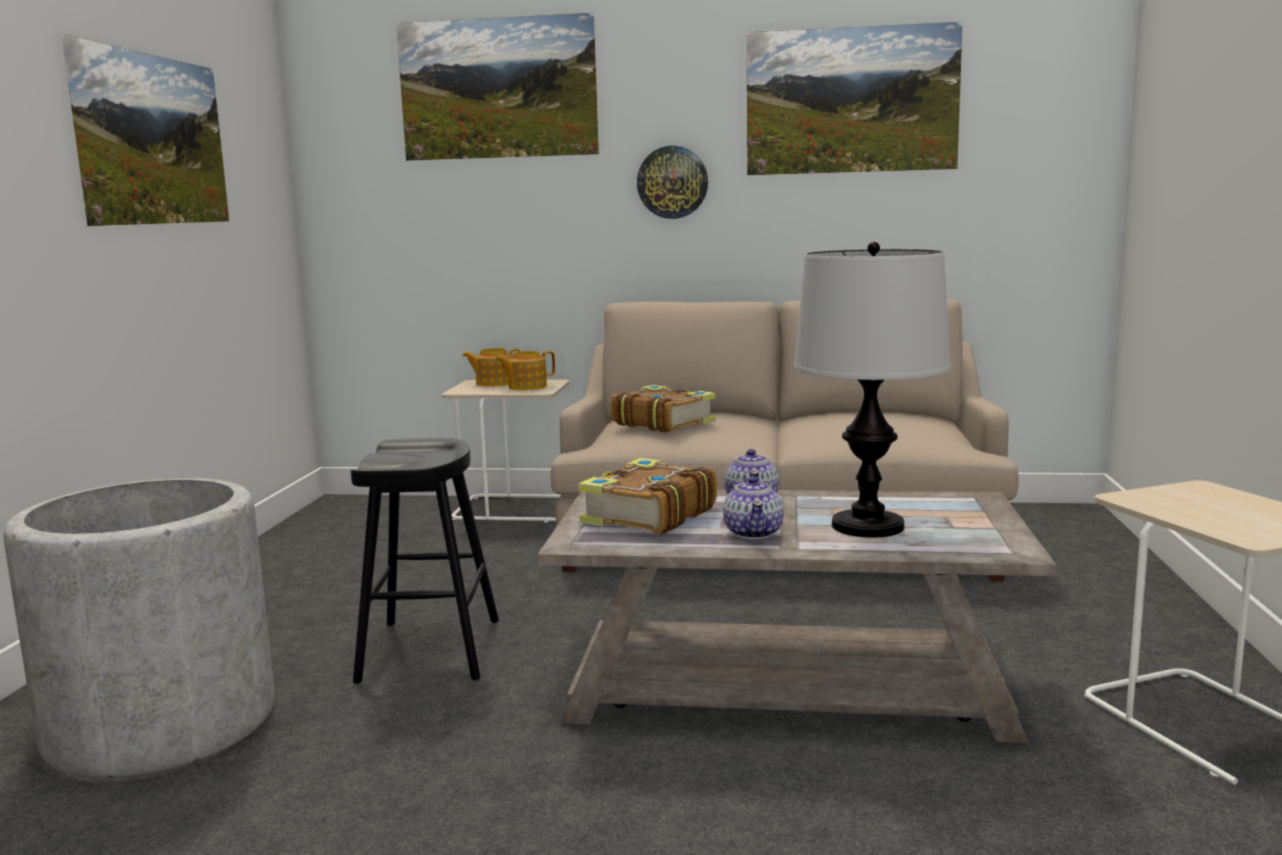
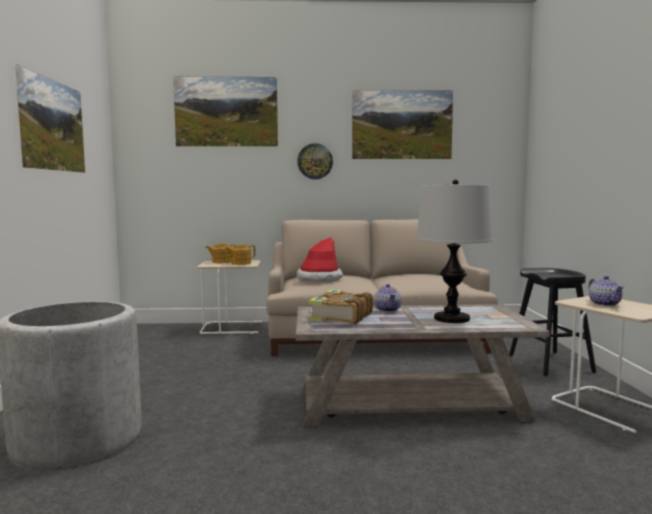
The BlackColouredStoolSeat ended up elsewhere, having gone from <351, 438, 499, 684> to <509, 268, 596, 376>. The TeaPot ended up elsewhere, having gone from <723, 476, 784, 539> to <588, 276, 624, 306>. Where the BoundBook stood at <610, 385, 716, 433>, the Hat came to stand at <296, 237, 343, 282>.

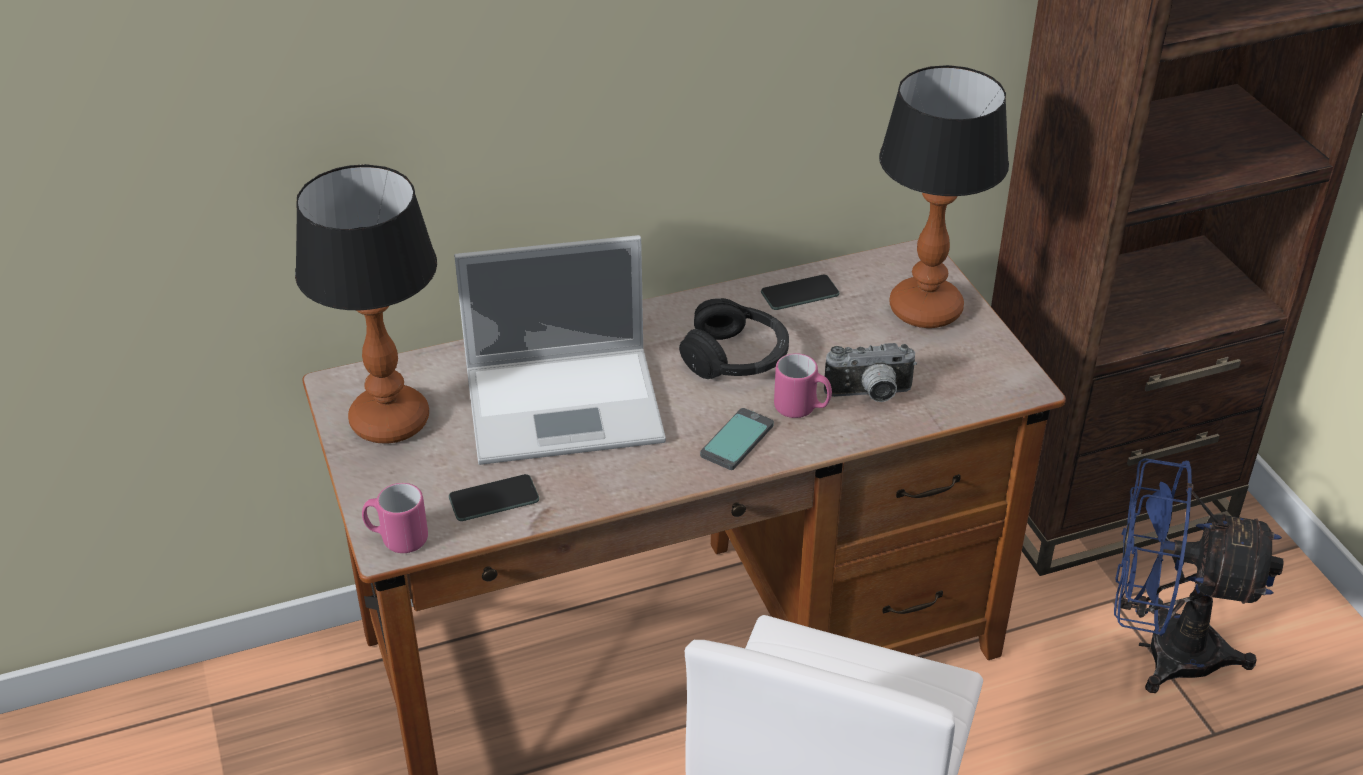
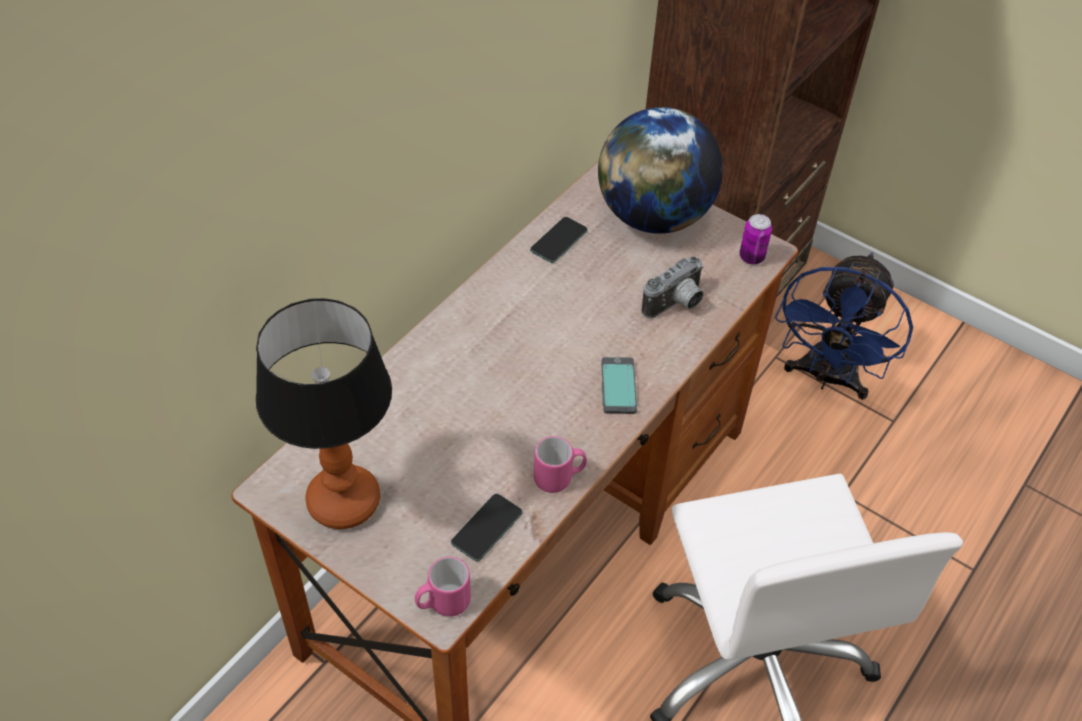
The second view lost the PortableComputer at <454, 235, 666, 465>. The second view lost the BlackColouredHeadphones at <679, 298, 789, 379>. The second view gained the Can at <739, 214, 772, 264>. The PinkTeaMug ended up elsewhere, having gone from <774, 353, 832, 418> to <534, 436, 587, 493>. Where the TableLamp stood at <879, 65, 1009, 328>, the WorldGlobe came to stand at <598, 107, 723, 234>. The BluishFan at <1114, 458, 1283, 693> ended up facing another way, 45 degrees counterclockwise from before.

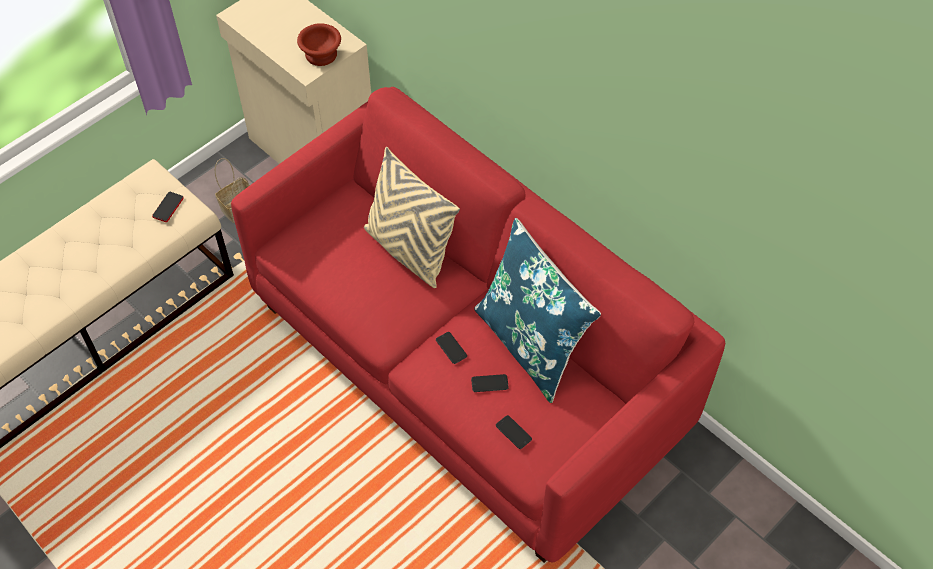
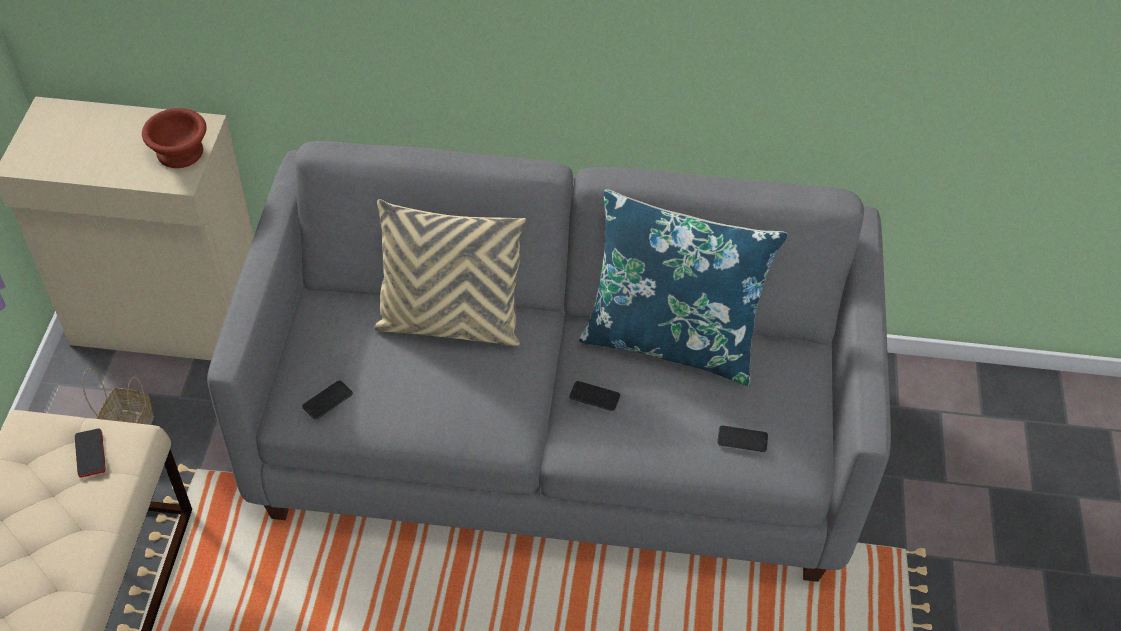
The Handset ended up elsewhere, having gone from <471, 374, 509, 392> to <302, 380, 353, 420>. What was the RedCouch at <231, 87, 725, 563> turned into the GreyCouch at <207, 141, 891, 582>.

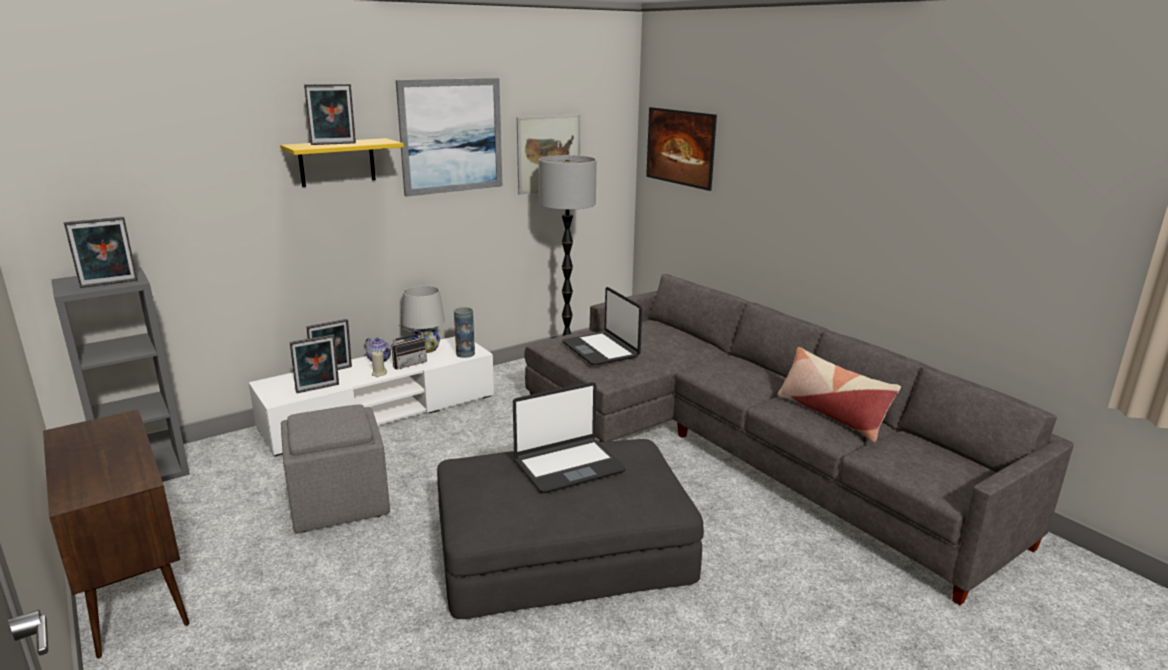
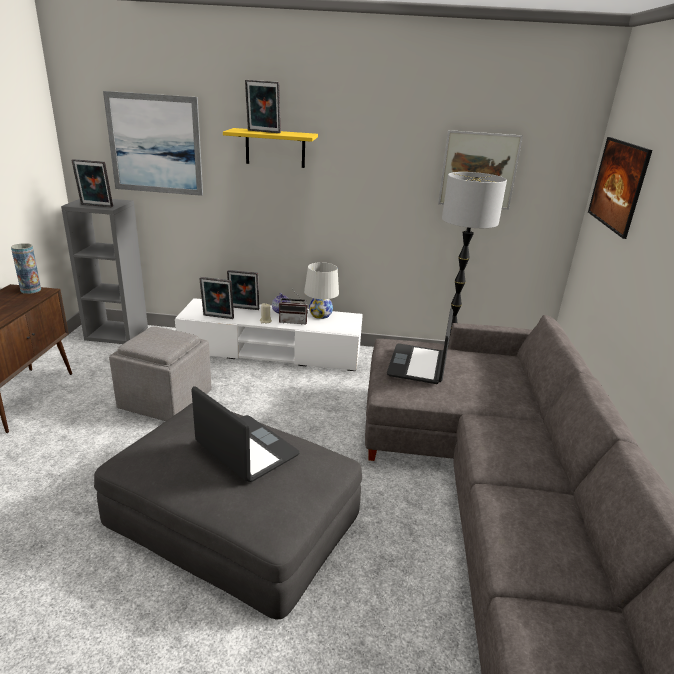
The second view lost the Cushion at <778, 347, 901, 443>. The WallPicture ended up elsewhere, having gone from <396, 78, 502, 197> to <103, 91, 203, 196>. The DecorativeVase ended up elsewhere, having gone from <454, 307, 475, 358> to <11, 243, 41, 294>. The PortableComputer at <513, 382, 625, 493> ended up facing another way, 150 degrees counterclockwise from before.

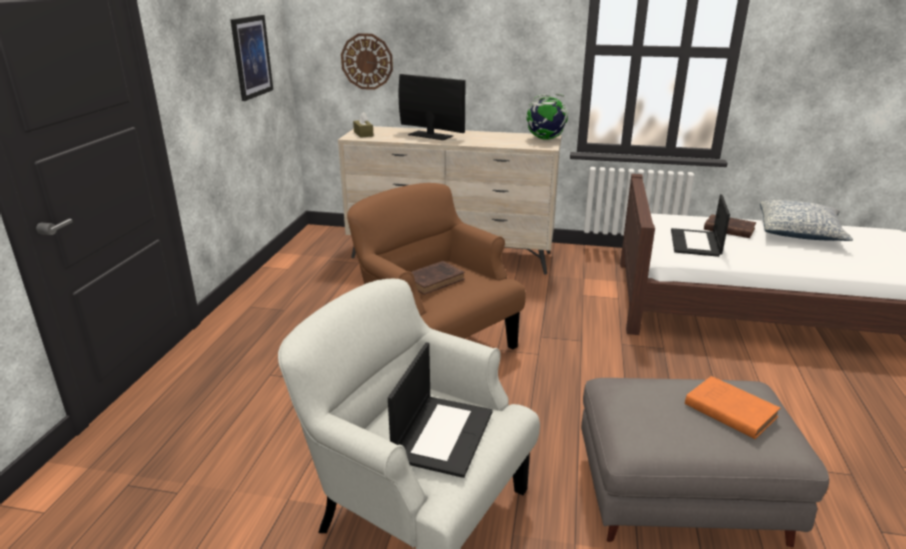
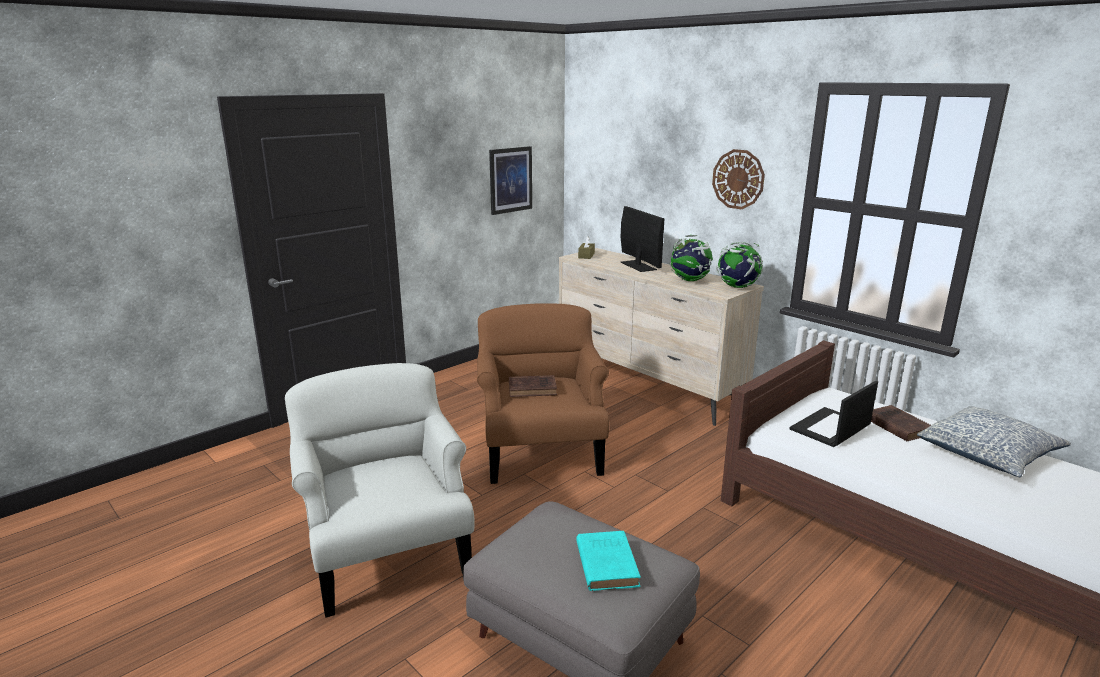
The second view lost the PortableComputer at <388, 342, 493, 478>. The second view gained the WorldGlobe at <670, 235, 713, 281>. The WallClock ended up elsewhere, having gone from <341, 33, 393, 90> to <712, 149, 765, 209>. What was the OrangeyBoundBook at <685, 376, 780, 439> turned into the TurquoiseColouredBoundBook at <576, 531, 641, 591>.

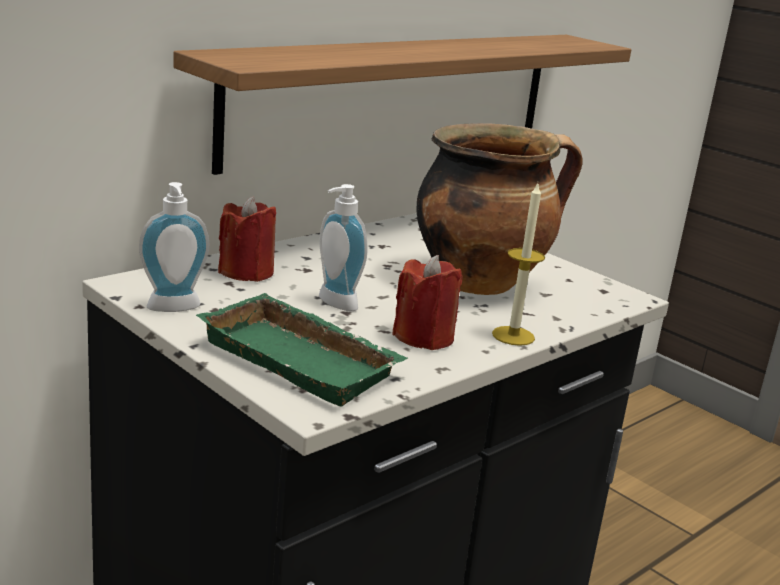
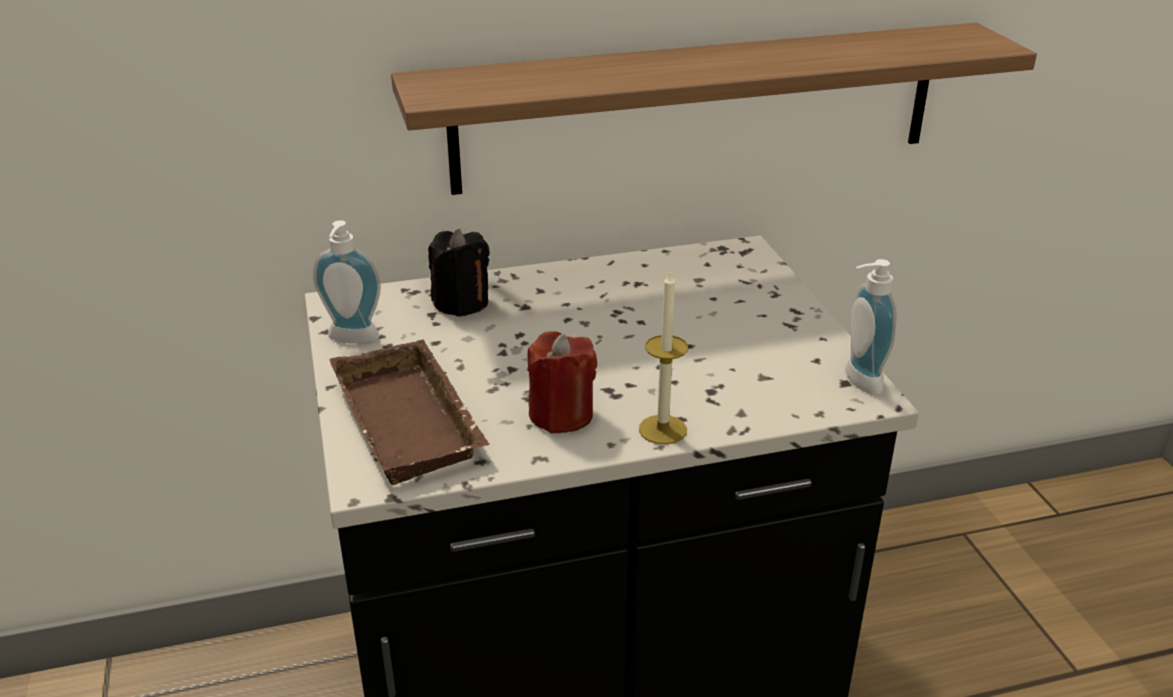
The second view lost the Stockpot at <417, 123, 583, 295>. The SoapBottle ended up elsewhere, having gone from <319, 184, 367, 311> to <845, 259, 897, 395>. What was the GreenishCarryingTray at <196, 293, 408, 407> turned into the BrownColouredCarryingTray at <329, 339, 490, 485>. What was the RedWaxLight at <218, 196, 276, 282> turned into the BlackColouredWaxLight at <428, 229, 490, 317>.

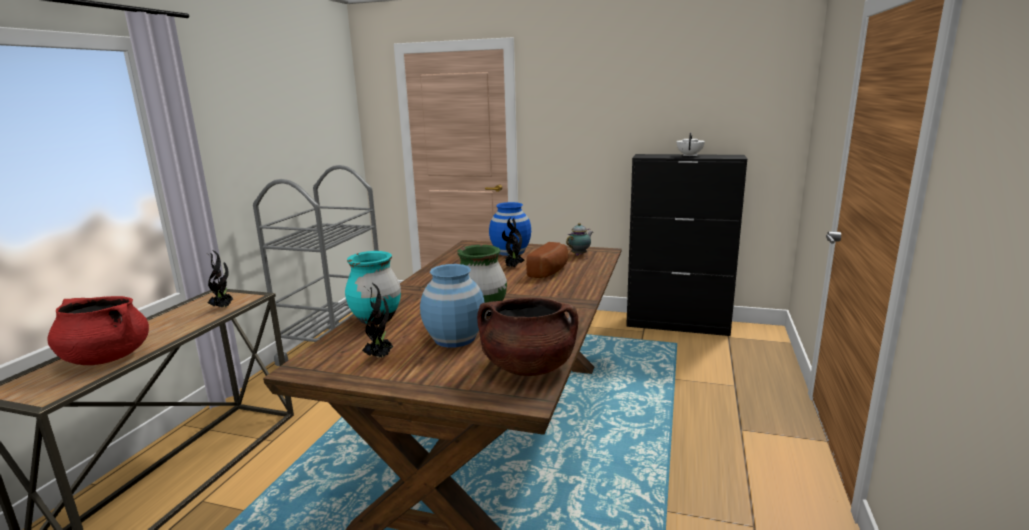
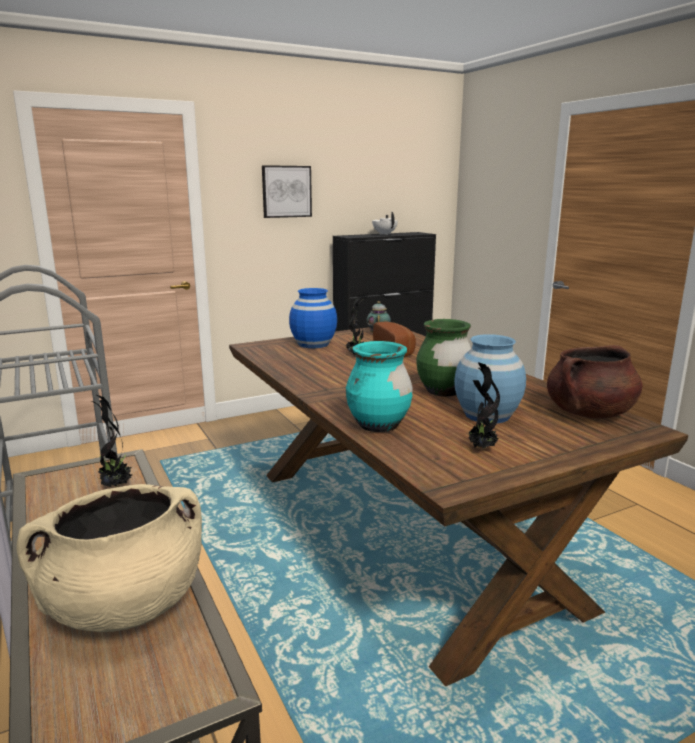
The second view gained the WallPicture at <262, 165, 312, 218>. What was the RedStockpot at <47, 296, 149, 365> turned into the BeigeColouredStockpot at <16, 484, 202, 632>.

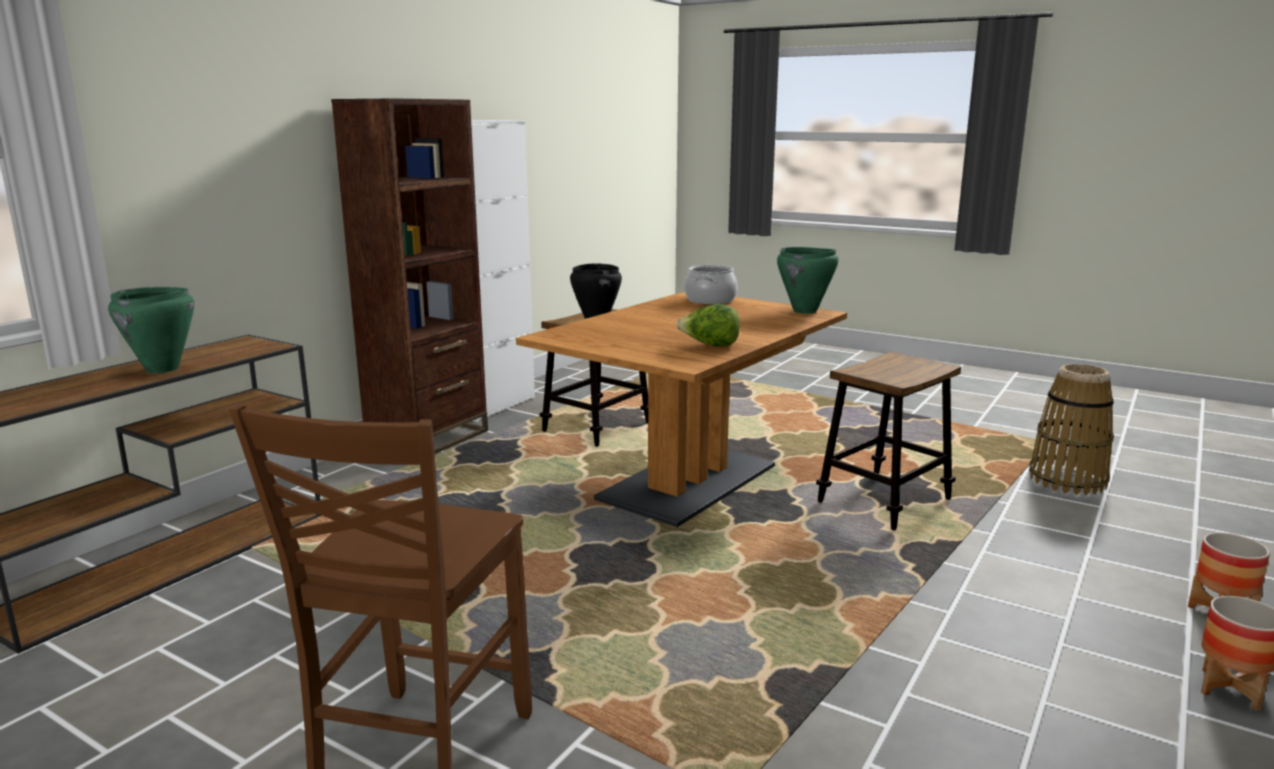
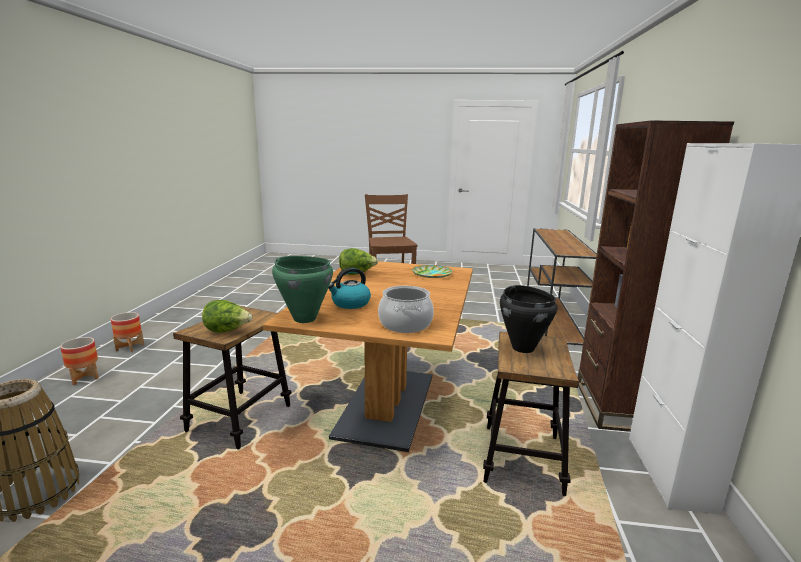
The second view lost the GreenishStockpot at <108, 287, 194, 373>. The second view gained the LettuceHead at <202, 300, 252, 333>. The second view gained the WaterKettle at <328, 267, 371, 309>. The second view gained the Plate at <412, 265, 453, 278>.

